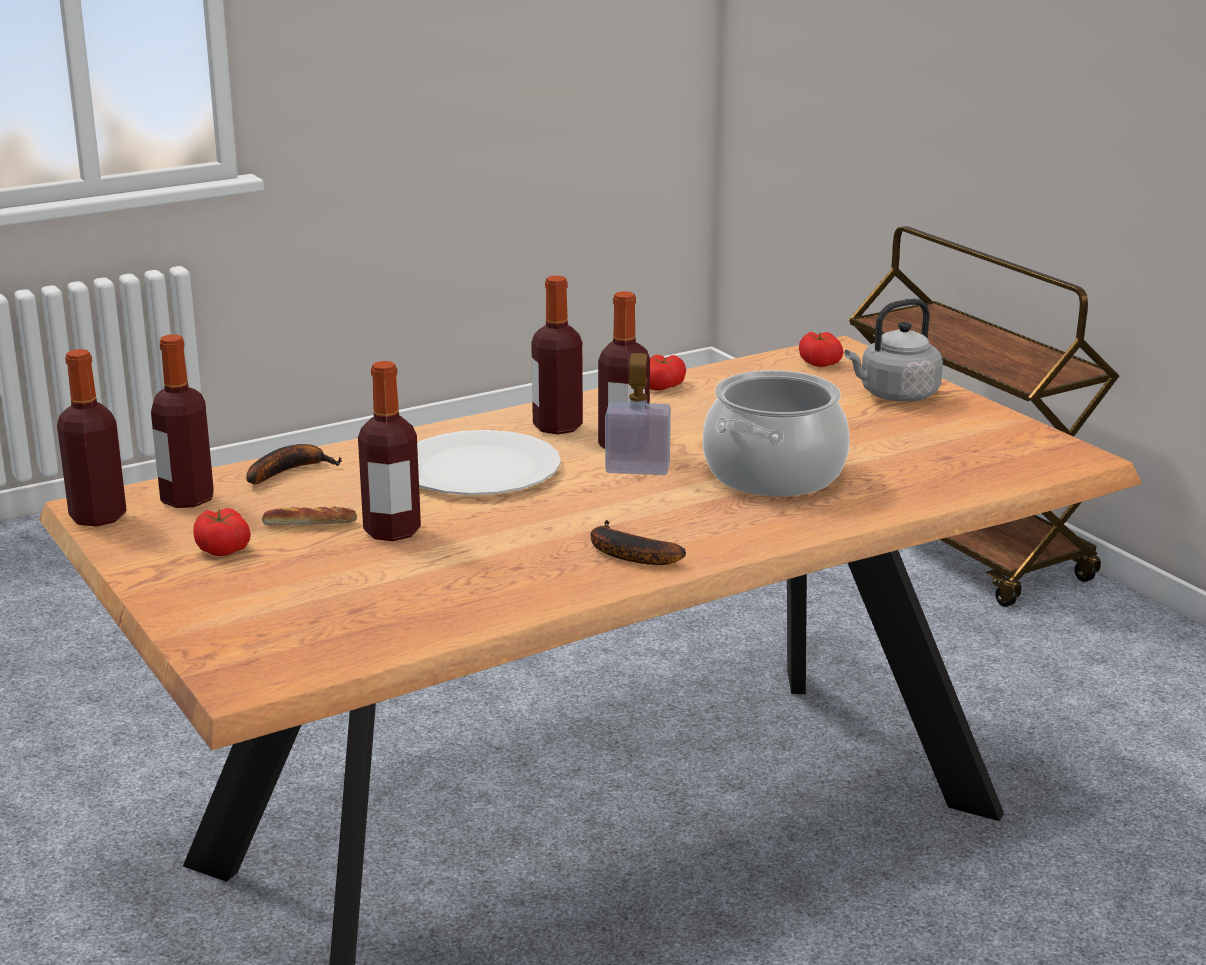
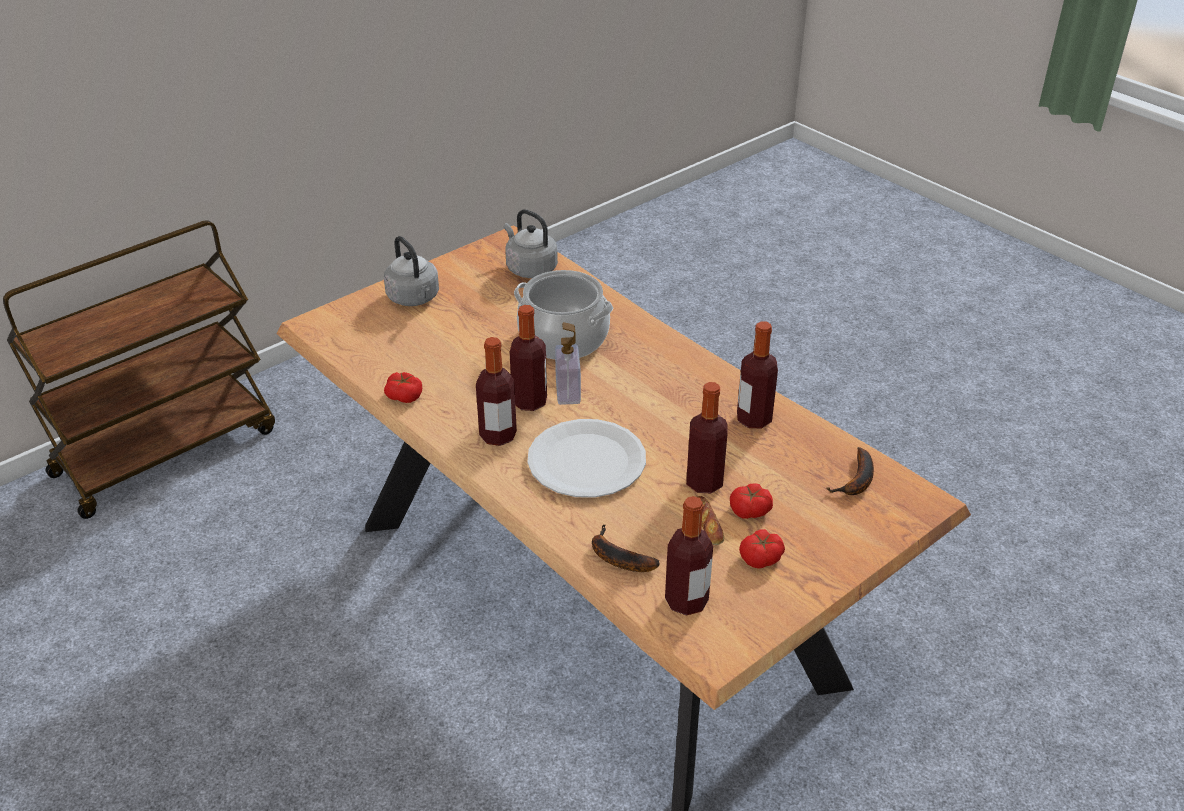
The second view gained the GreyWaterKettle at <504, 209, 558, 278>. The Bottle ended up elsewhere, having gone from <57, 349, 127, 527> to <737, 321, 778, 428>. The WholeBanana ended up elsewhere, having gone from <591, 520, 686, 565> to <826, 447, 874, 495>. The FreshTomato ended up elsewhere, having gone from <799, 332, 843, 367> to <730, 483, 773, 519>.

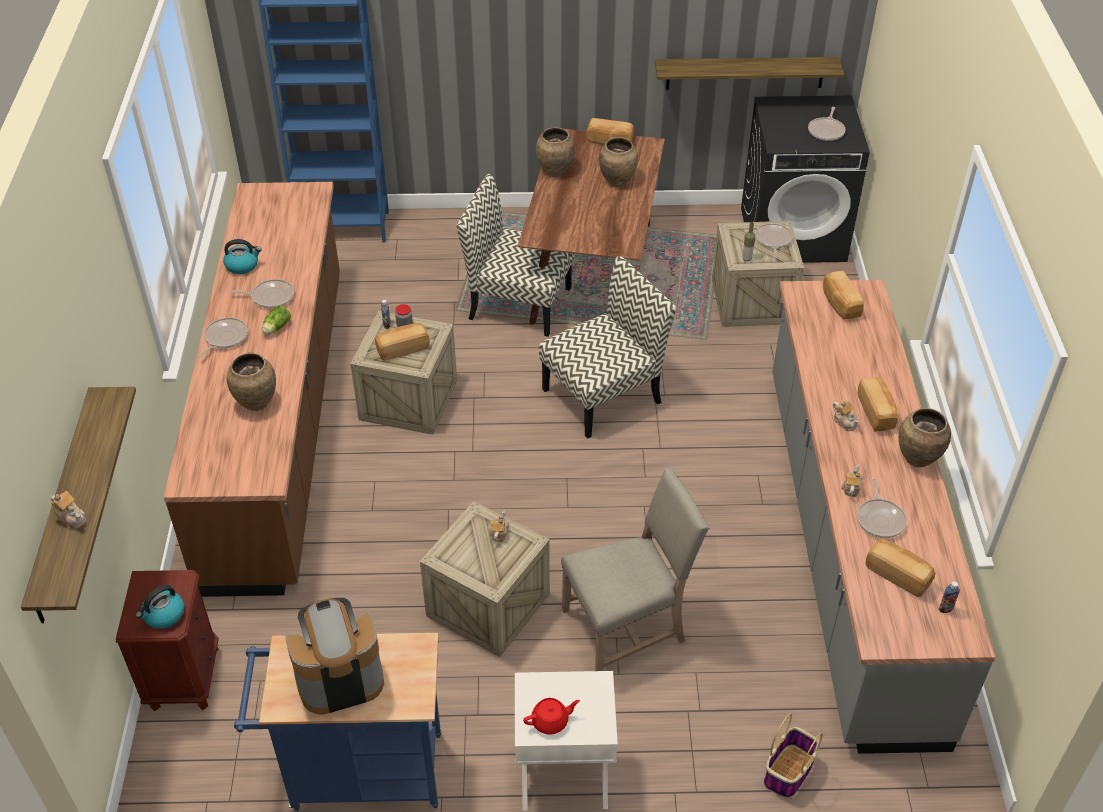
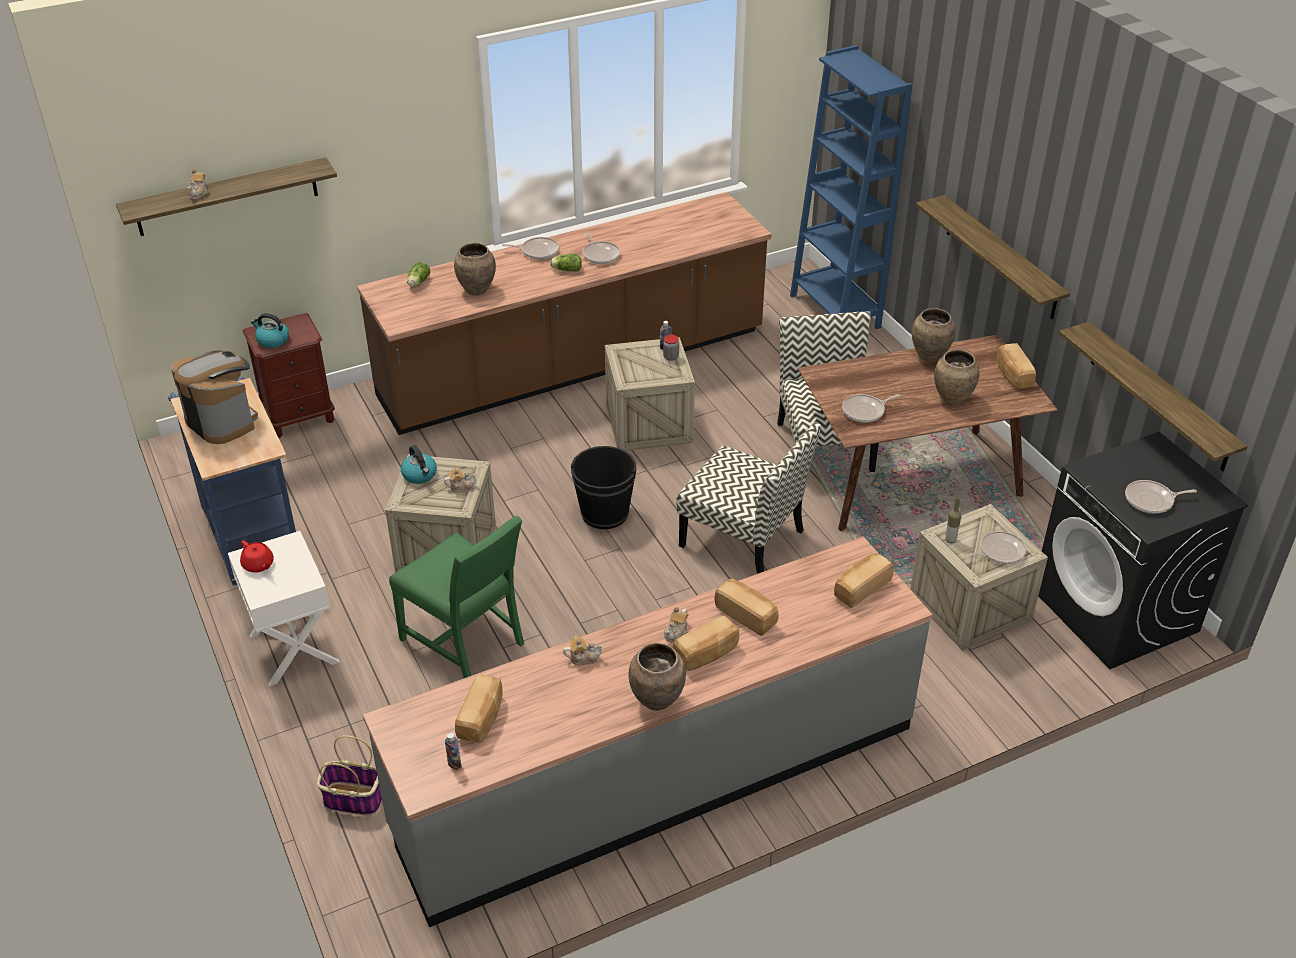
The second view gained the LettuceHead at <407, 262, 430, 287>. The second view gained the BlackColouredPail at <571, 446, 636, 529>. The second view gained the WallShelf at <916, 195, 1070, 319>. The WaterKettle ended up elsewhere, having gone from <223, 239, 261, 274> to <401, 445, 437, 484>. The BakedBread ended up elsewhere, having gone from <375, 323, 430, 361> to <714, 579, 778, 636>. The Pan ended up elsewhere, having gone from <857, 478, 907, 538> to <842, 394, 900, 423>. What was the BeigeColouredPlainChair at <561, 468, 709, 671> turned into the GreenishPlainChair at <389, 516, 524, 678>.

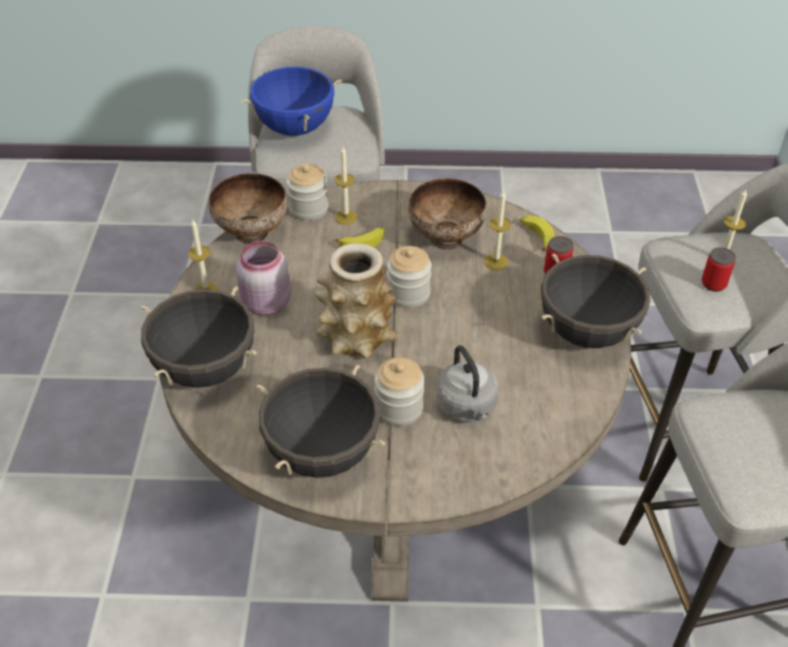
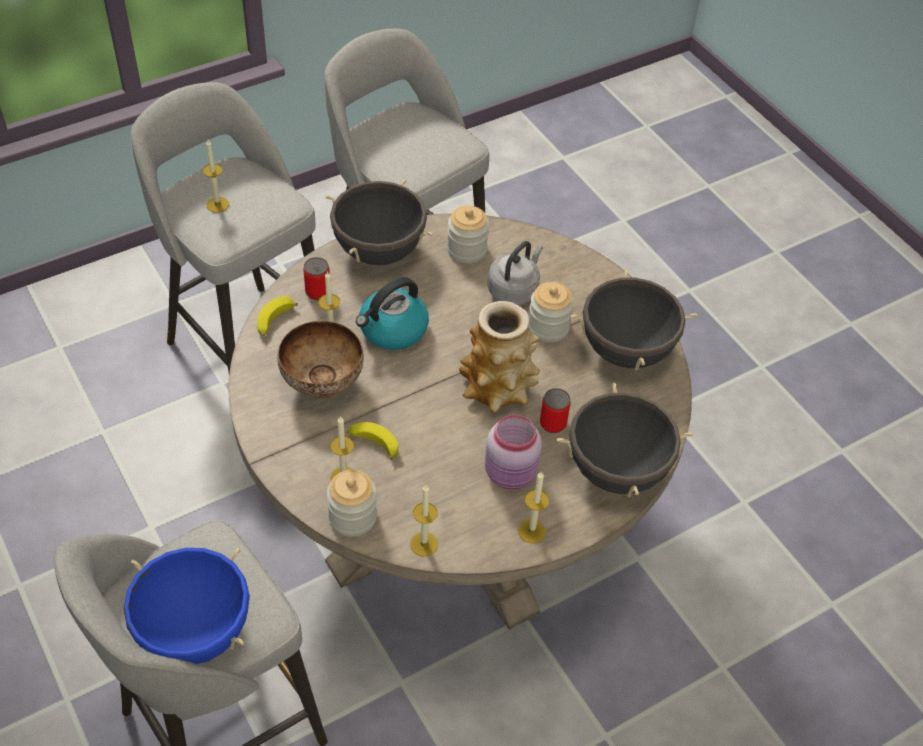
The second view gained the WaterKettle at <356, 277, 429, 350>. The Jar ended up elsewhere, having gone from <387, 246, 432, 308> to <447, 206, 489, 263>. The Can ended up elsewhere, having gone from <702, 247, 736, 292> to <540, 388, 571, 433>. Where the Bowl stood at <209, 173, 287, 244>, the WaxLight came to stand at <410, 485, 438, 556>.

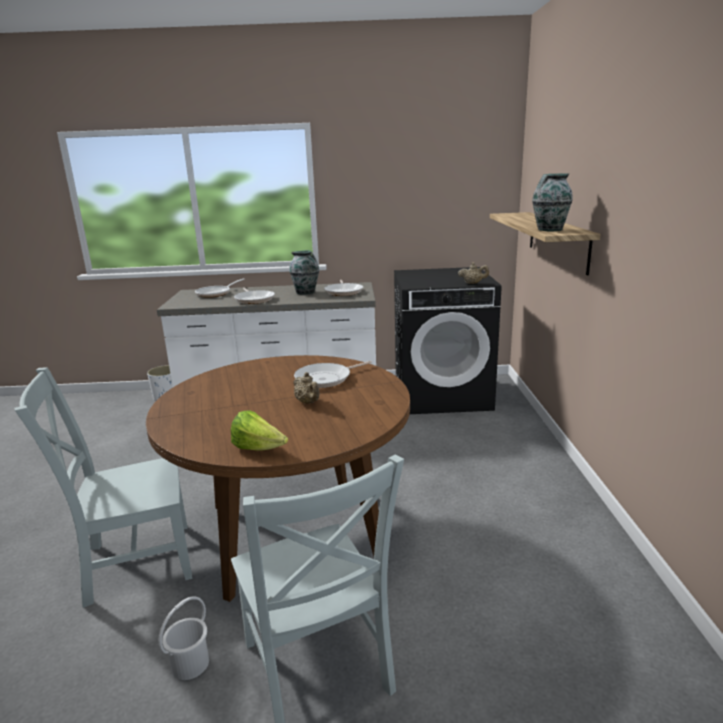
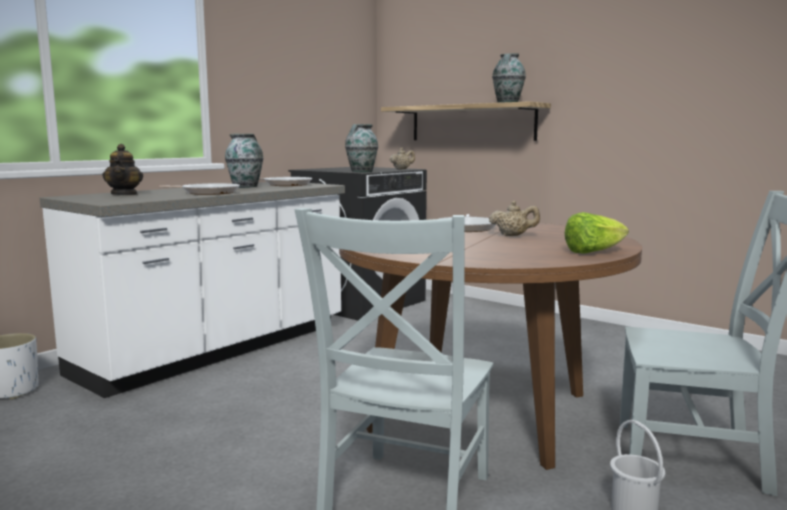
The second view gained the DecorativeVase at <345, 124, 378, 173>. Where the Pan stood at <195, 278, 245, 298>, the TeaPot came to stand at <102, 144, 143, 195>.

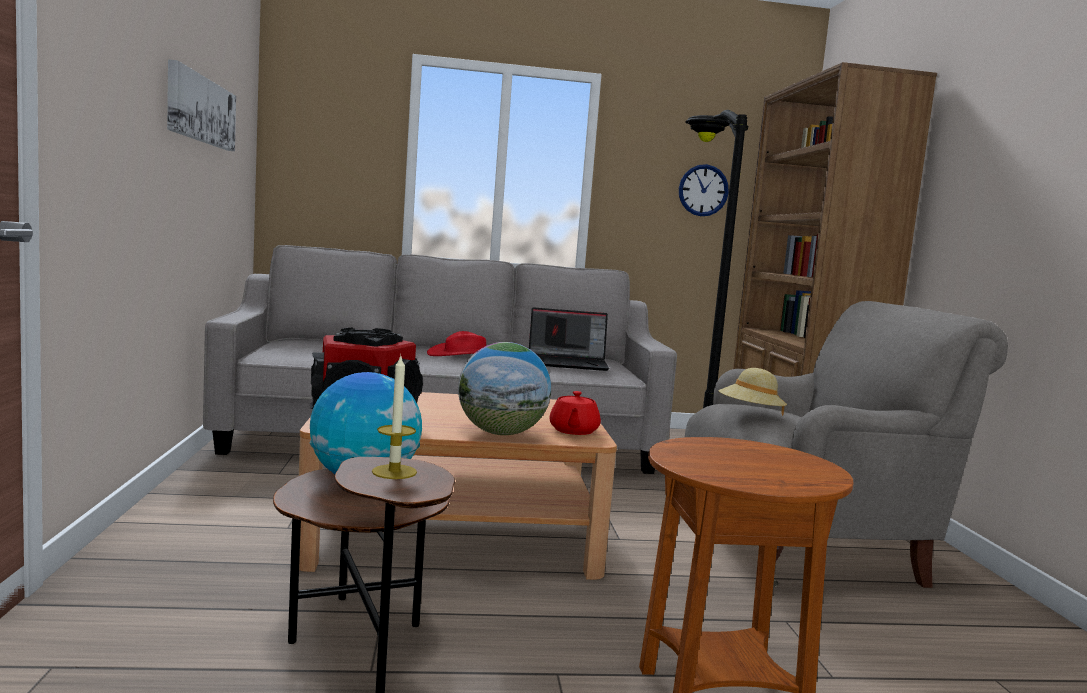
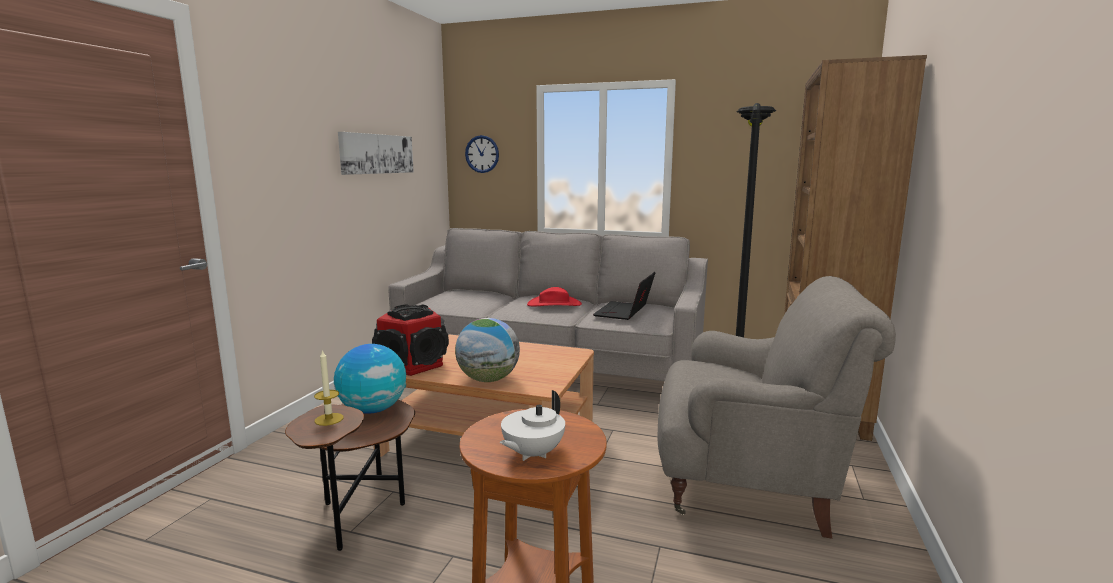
The second view lost the RedTeaPot at <549, 391, 601, 435>. The second view lost the BeigeColouredHat at <719, 368, 787, 416>. The second view gained the WhiteTeaPot at <500, 390, 565, 461>. The WallClock ended up elsewhere, having gone from <679, 164, 729, 216> to <465, 135, 499, 173>. The PortableComputer at <529, 307, 609, 371> ended up facing another way, 90 degrees clockwise from before.

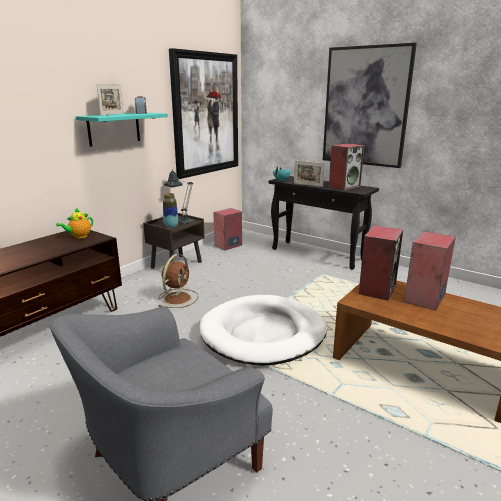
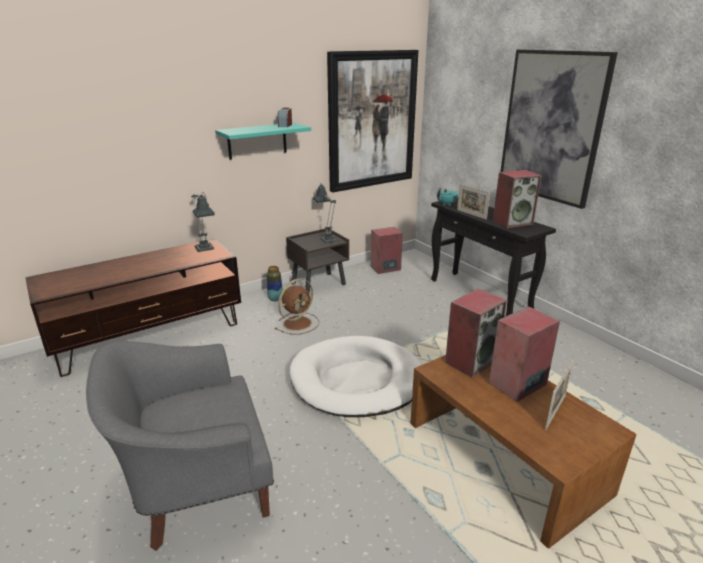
The PhotoFrame ended up elsewhere, having gone from <97, 84, 123, 116> to <545, 360, 574, 430>. The DecorativeVase ended up elsewhere, having gone from <163, 193, 178, 228> to <267, 266, 283, 302>. Where the TeaPot stood at <56, 208, 93, 238>, the TableLamp came to stand at <191, 192, 215, 252>.

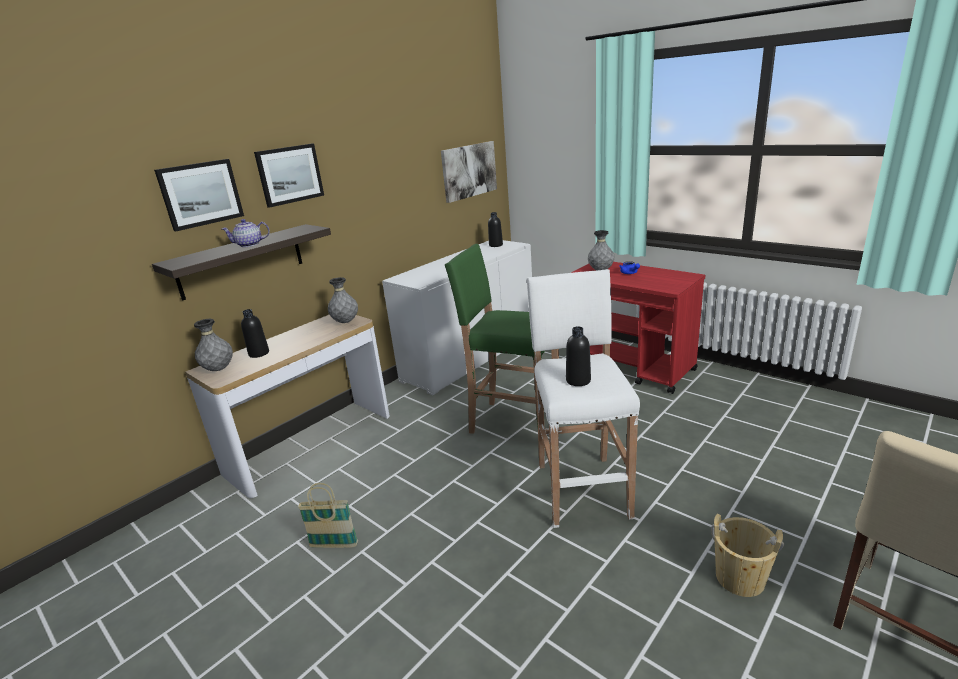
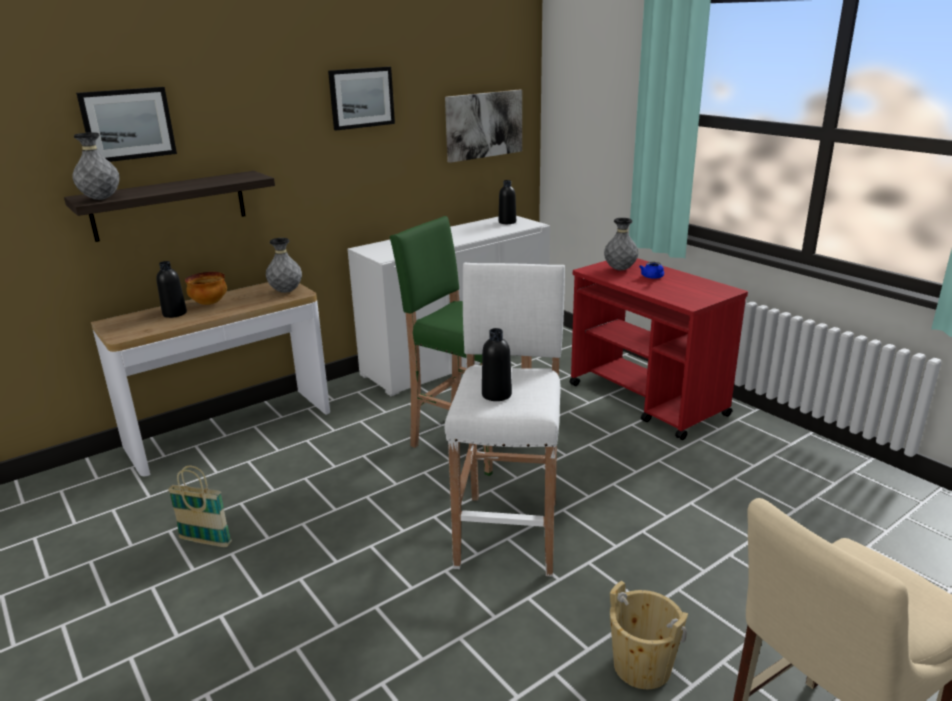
The second view lost the TeaPot at <222, 219, 270, 247>. The second view gained the Bowl at <185, 272, 227, 305>. The GreyDecorativeVase ended up elsewhere, having gone from <194, 319, 233, 371> to <72, 132, 120, 200>. The WallPicture ended up elsewhere, having gone from <254, 143, 324, 208> to <328, 67, 395, 131>.

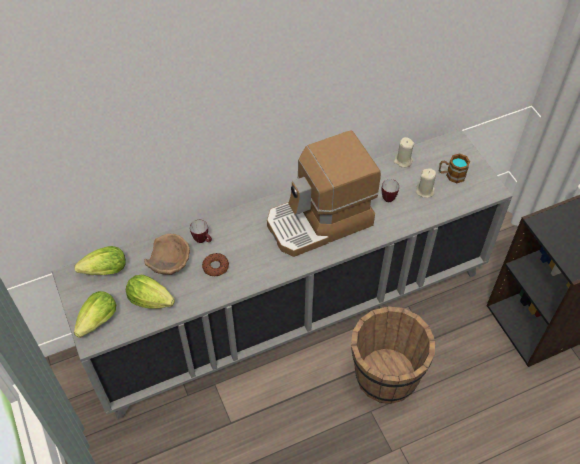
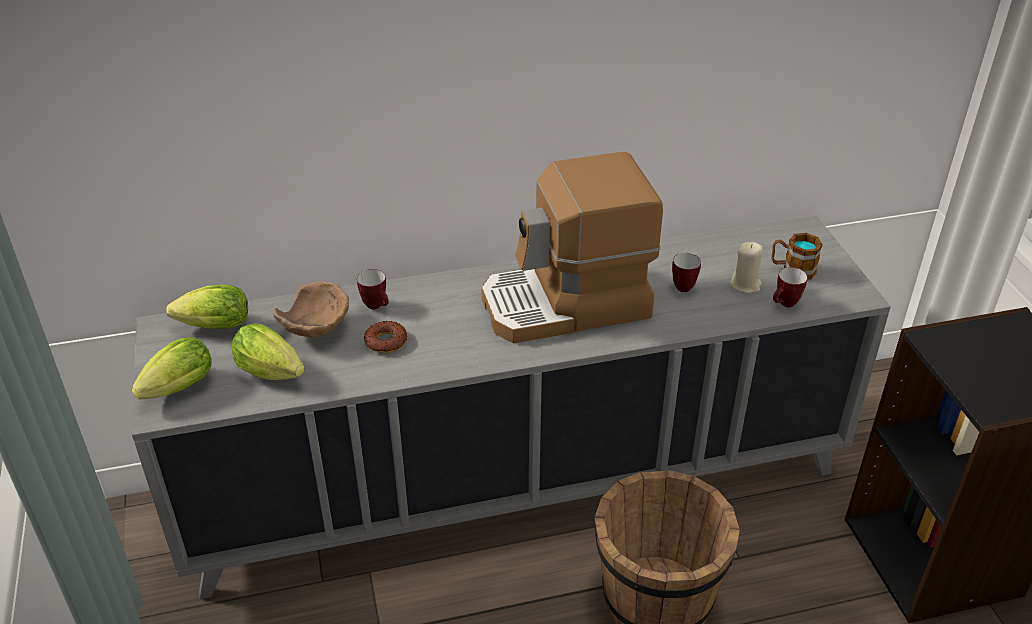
The second view lost the BeigeColouredWaxLight at <394, 137, 415, 168>. The second view gained the TeaMug at <773, 267, 808, 307>.

